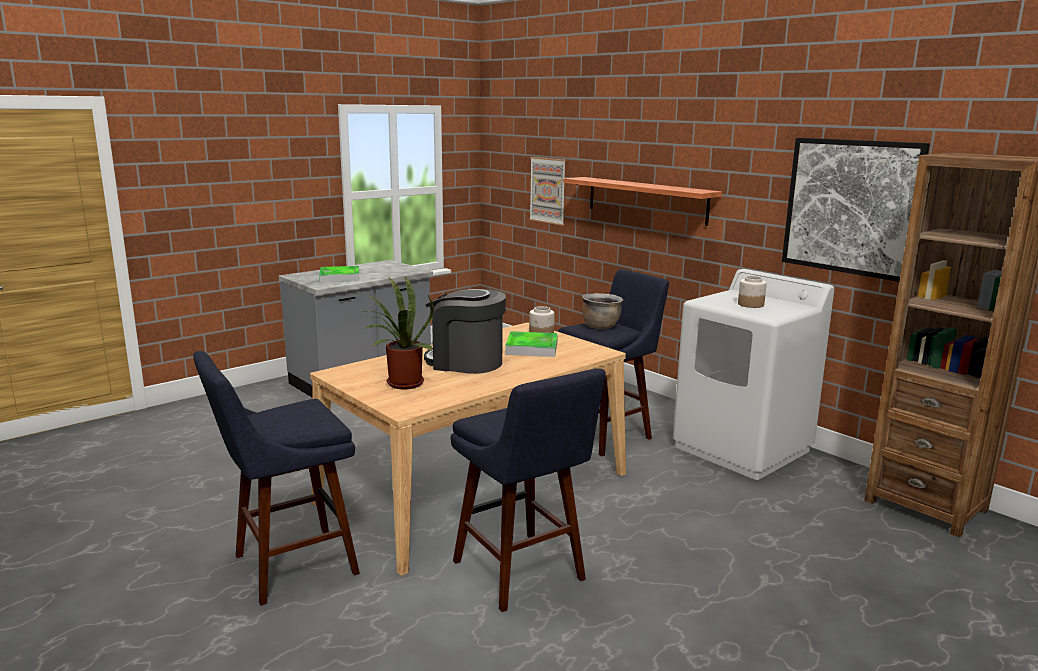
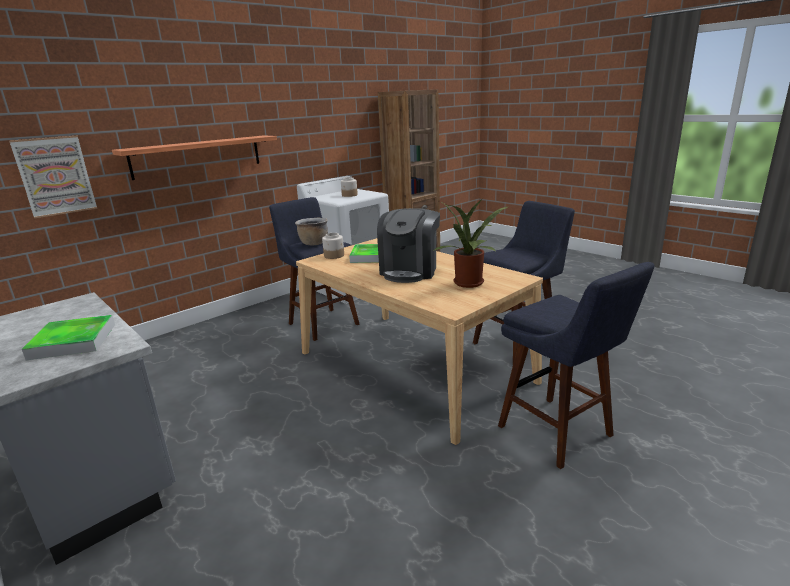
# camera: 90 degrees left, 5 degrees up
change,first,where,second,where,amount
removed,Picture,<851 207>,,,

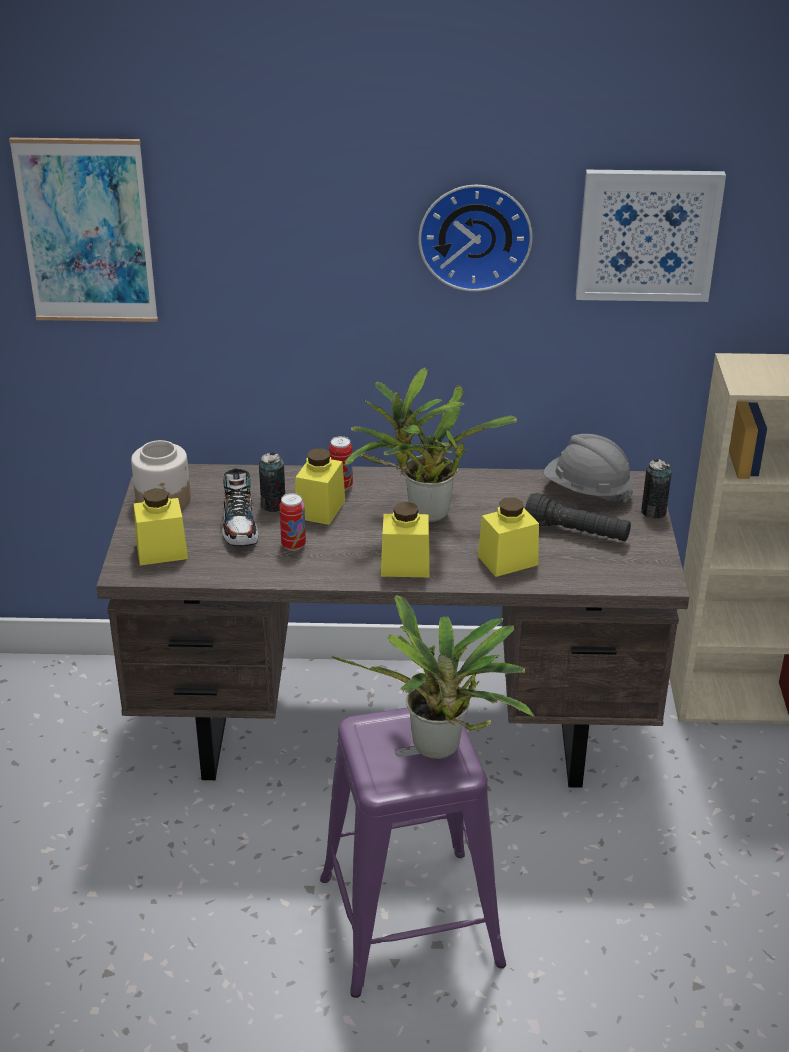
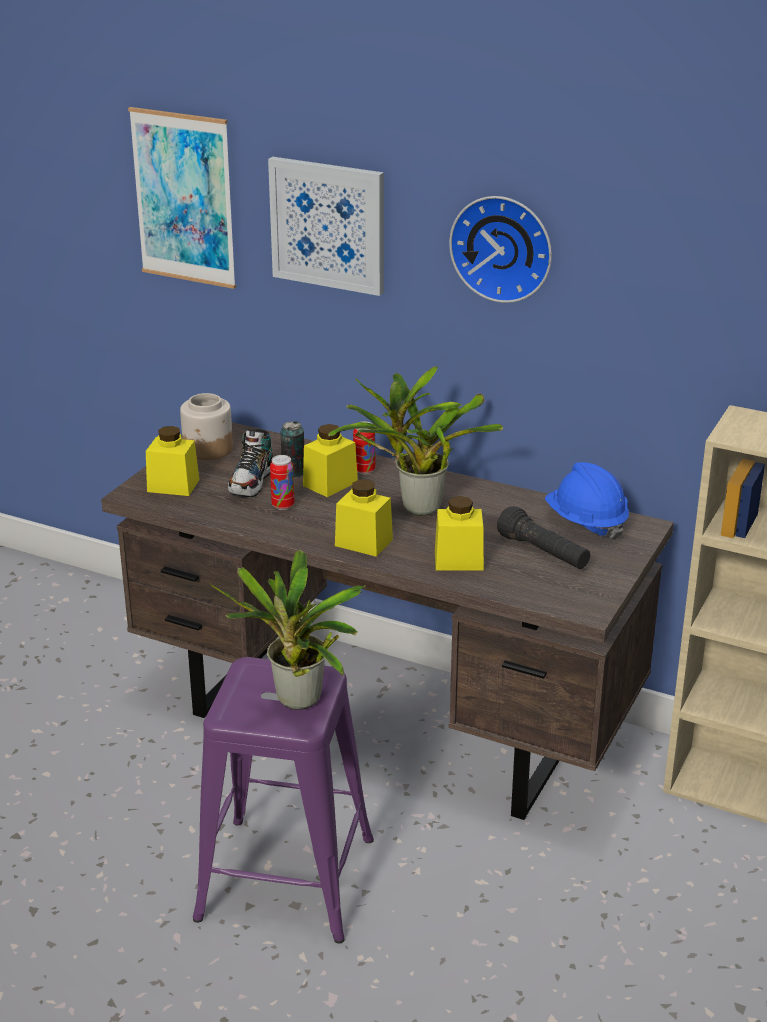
# camera: 25 degrees right, 5 degrees down
change,first,where,second,where,amount
moved,Picture,<647 235>,,<328 225>,
recoloured,GreyHardHat,<587 491>,BlueHardHat,<586 522>,
removed,Can,<653 512>,,,

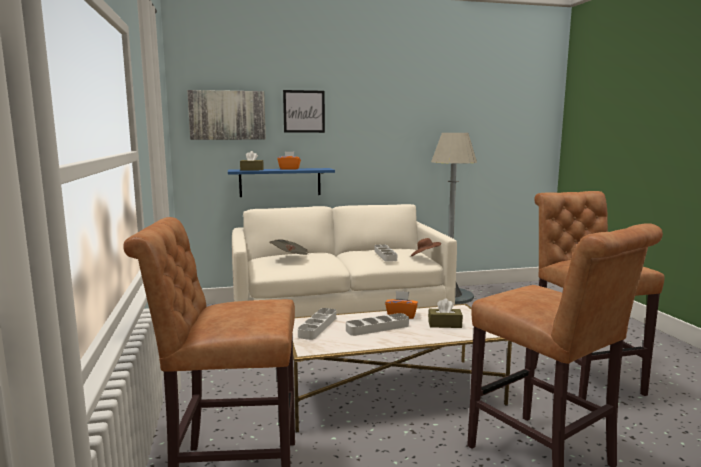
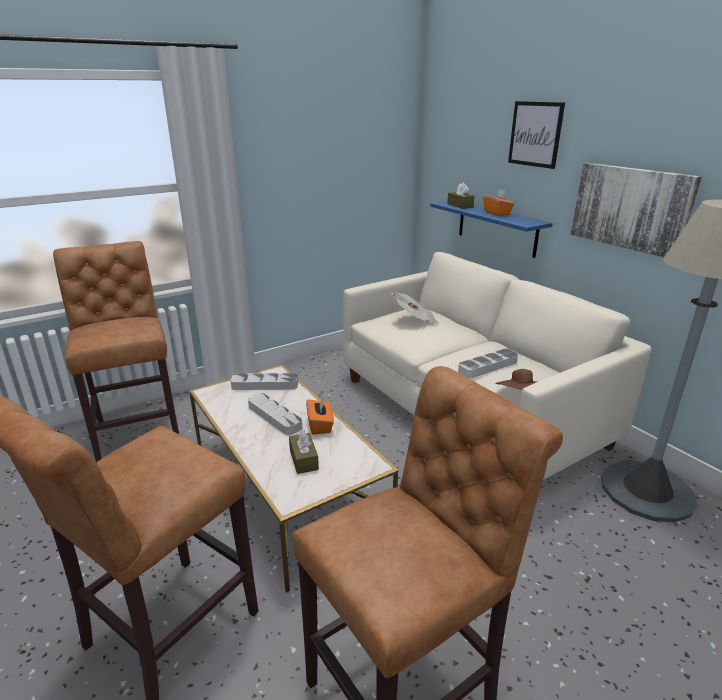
# camera: 70 degrees right, 15 degrees up
change,first,where,second,where,amount
moved,Picture,<227 115>,,<631 208>,

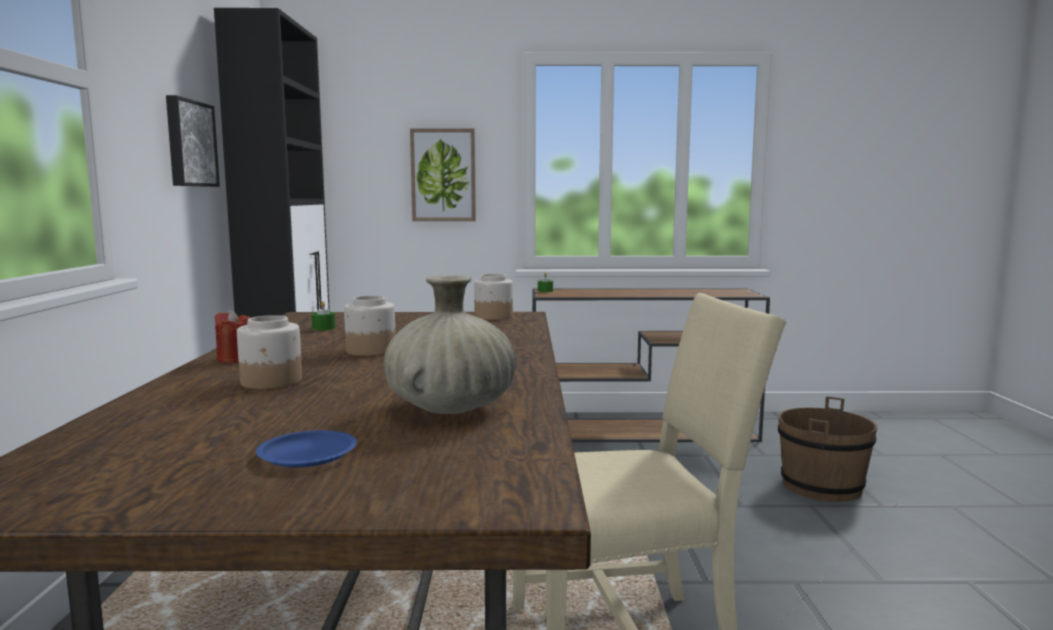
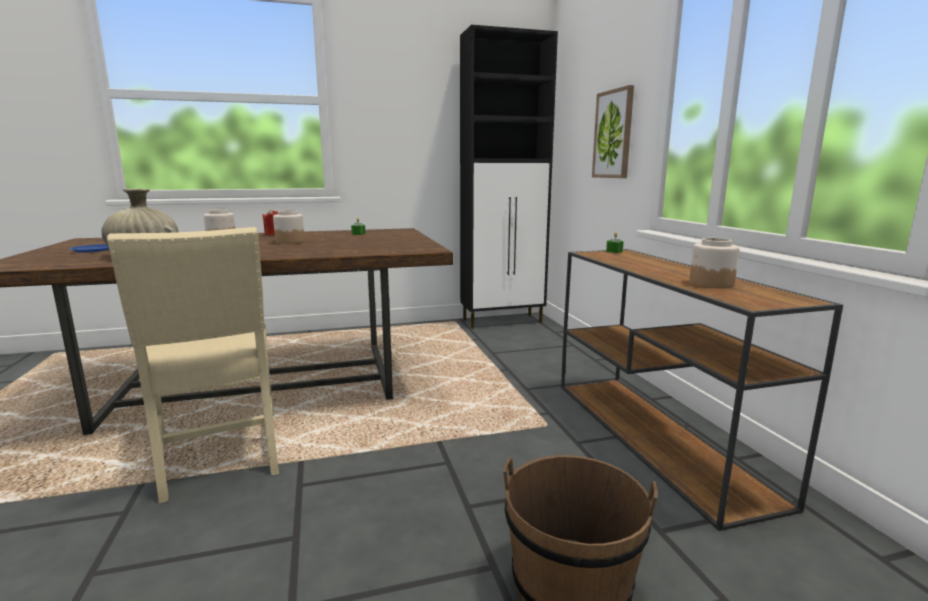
# camera: 75 degrees right, 5 degrees up
change,first,where,second,where,amount
removed,Picture,<189 144>,,,
moved,Jar,<493 316>,,<711 284>,

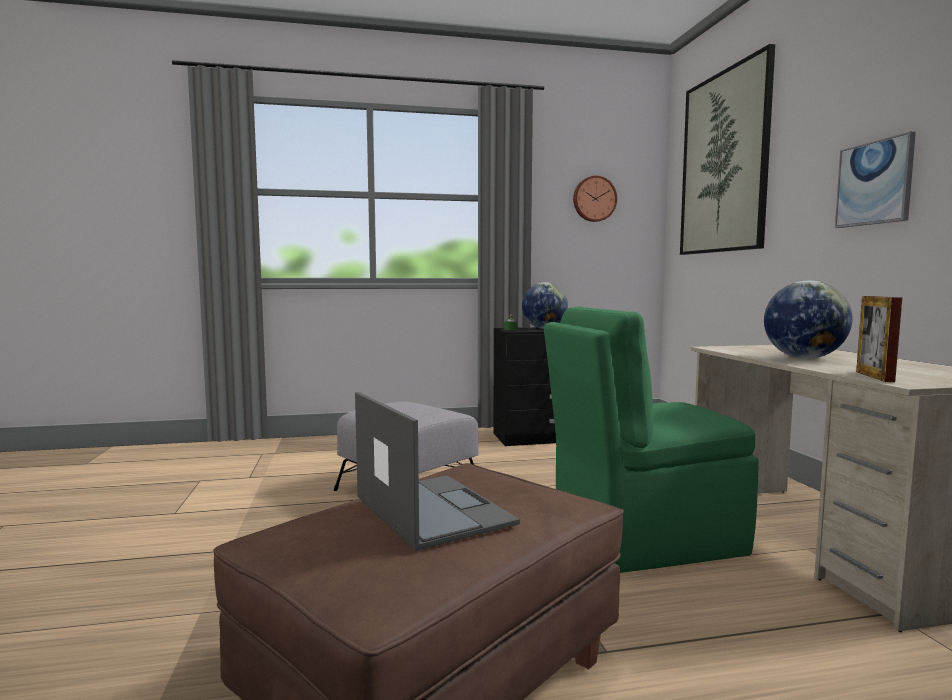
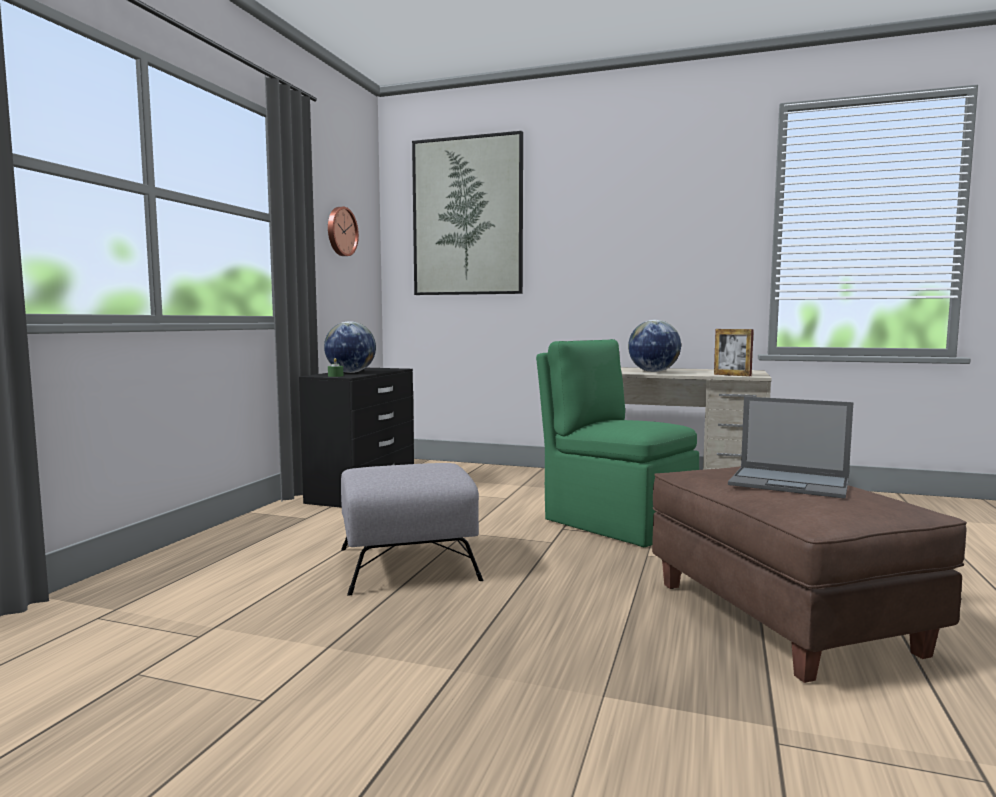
# camera: 60 degrees left, 0 degrees up
change,first,where,second,where,amount
removed,Picture,<874 183>,,,
turned,GreenChair,<642 539>,,<616 522>,120 degrees clockwise
turned,Laptop,<431 509>,,<790 483>,150 degrees counterclockwise

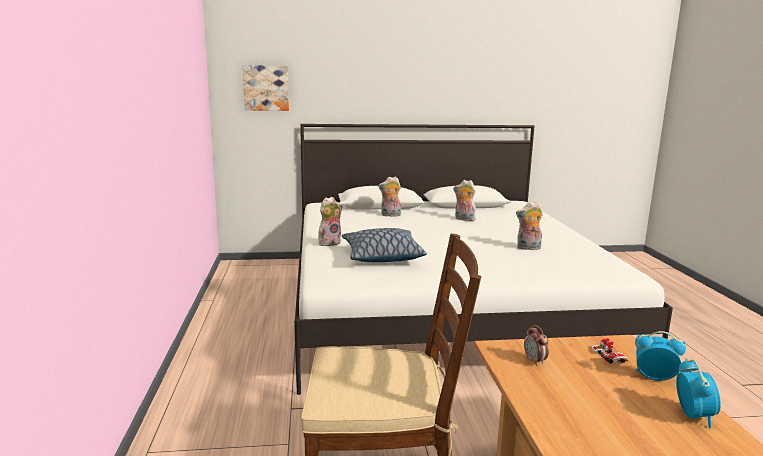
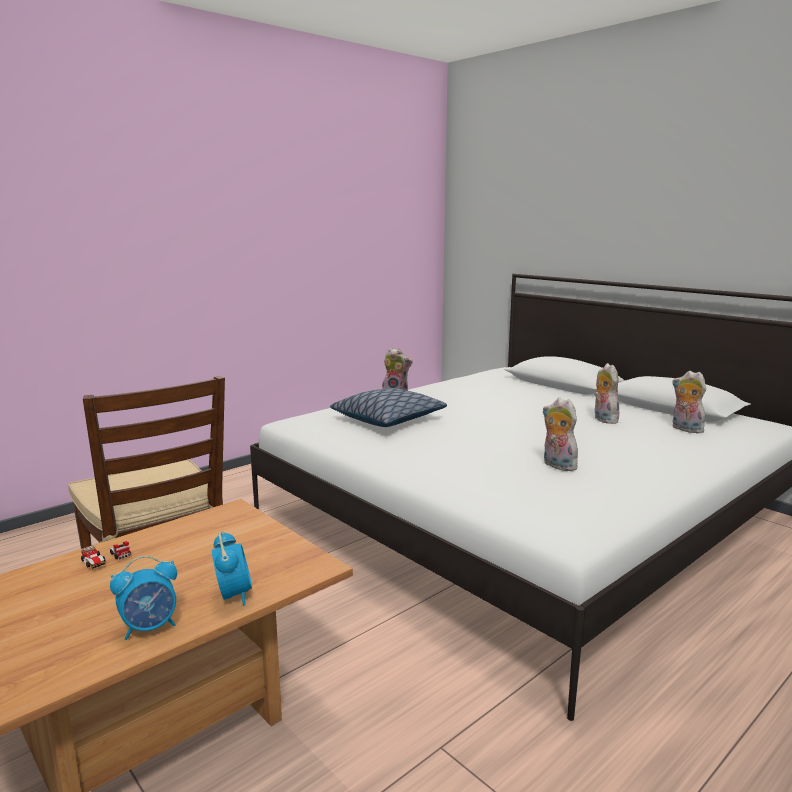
# camera: 55 degrees right, 0 degrees up
change,first,where,second,where,amount
removed,Picture,<266 88>,,,
moved,PlushToy,<390 215>,,<685 429>,
removed,AlarmClock,<534 361>,,,
moved,ToyCar,<608 357>,,<107 560>,

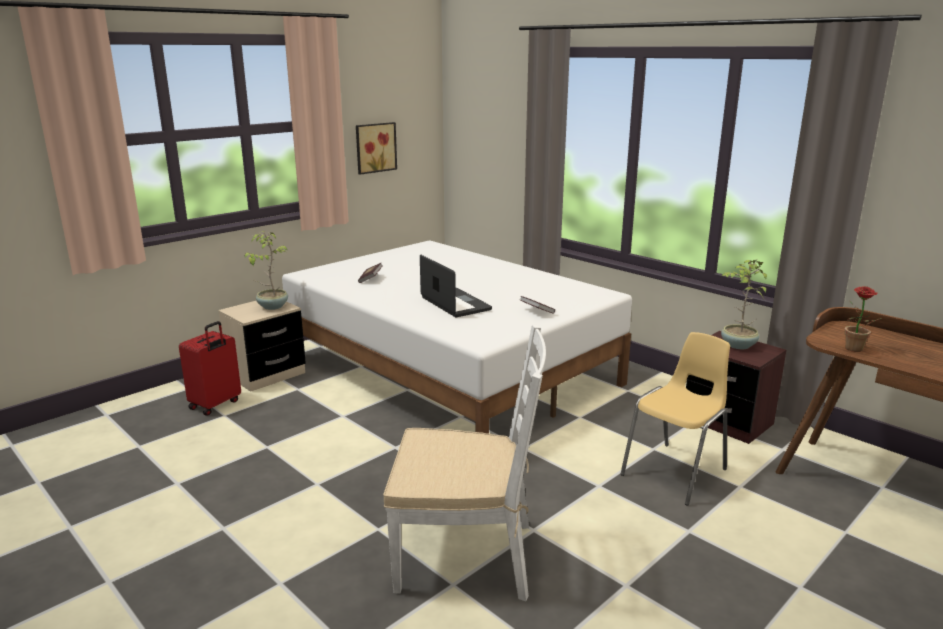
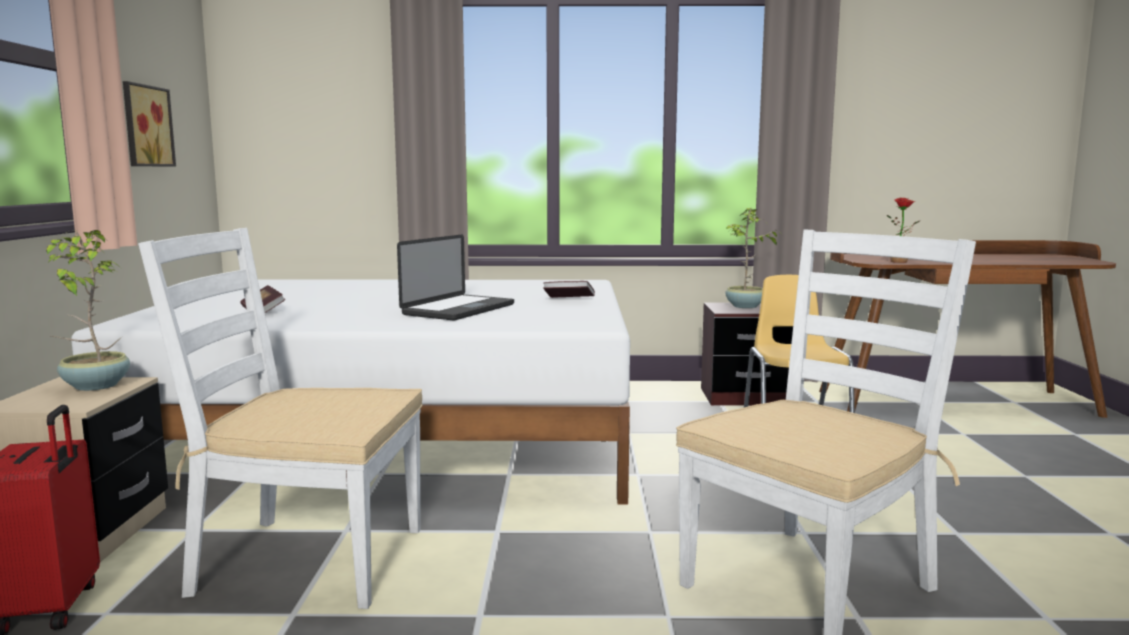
# camera: 45 degrees left, 10 degrees down
change,first,where,second,where,amount
turned,Laptop,<455 304>,,<459 309>,105 degrees clockwise
added,,,WhiteChair,<308 560>,

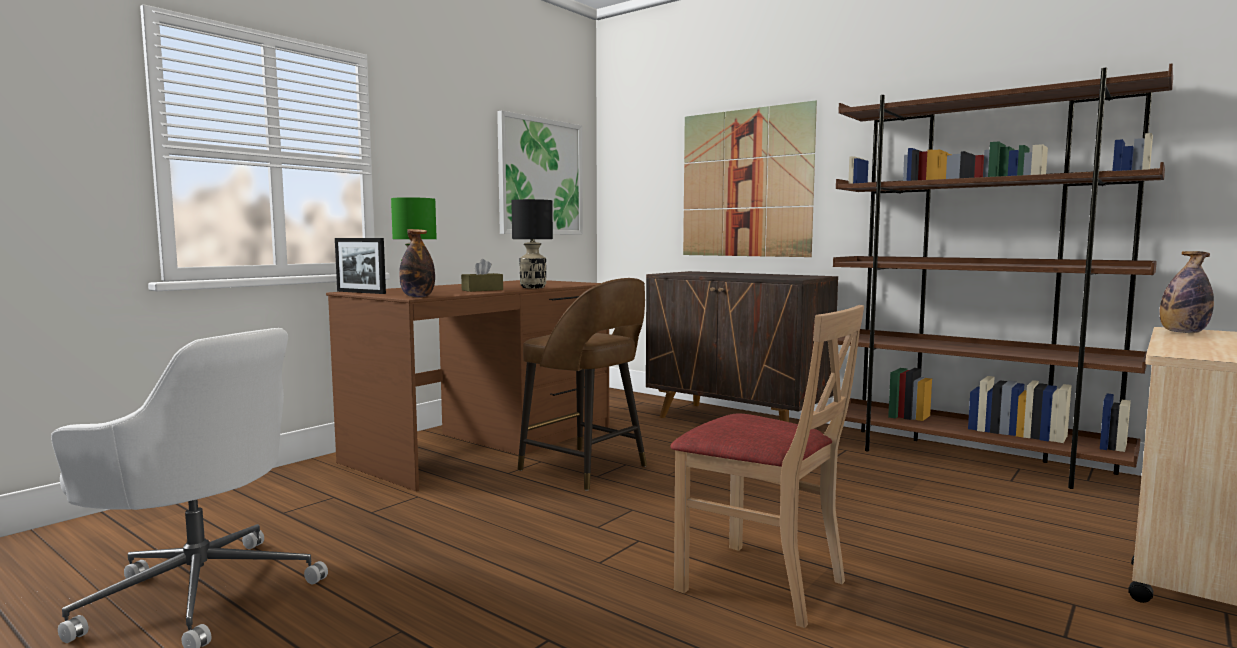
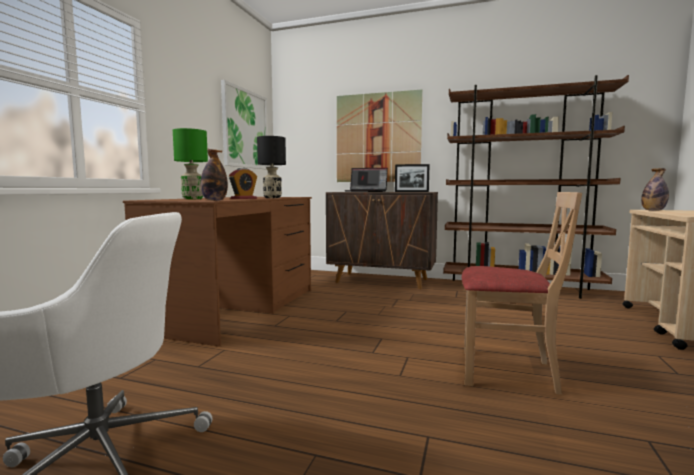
# camera: 20 degrees left, 0 degrees up
change,first,where,second,where,amount
moved,PictureFrame,<361 292>,,<411 192>,
replaced,BrownTissueBox,<482 290>,AlarmClock,<244 198>,
removed,BrownStool,<585 469>,,,
added,,,Laptop,<367 191>,

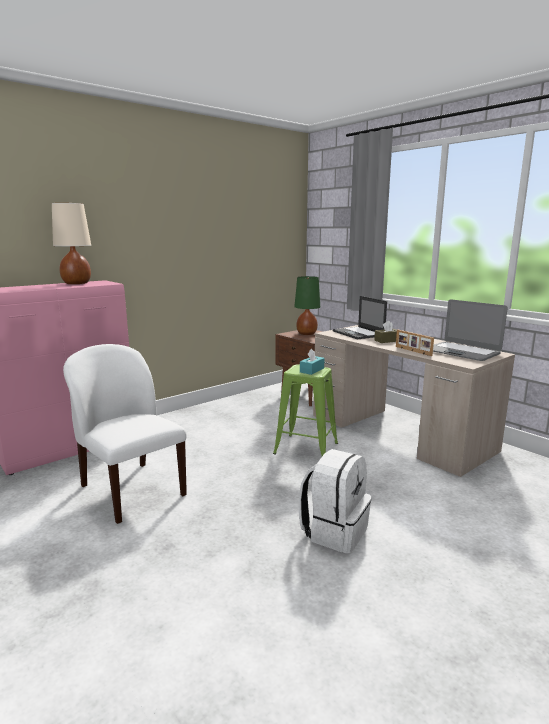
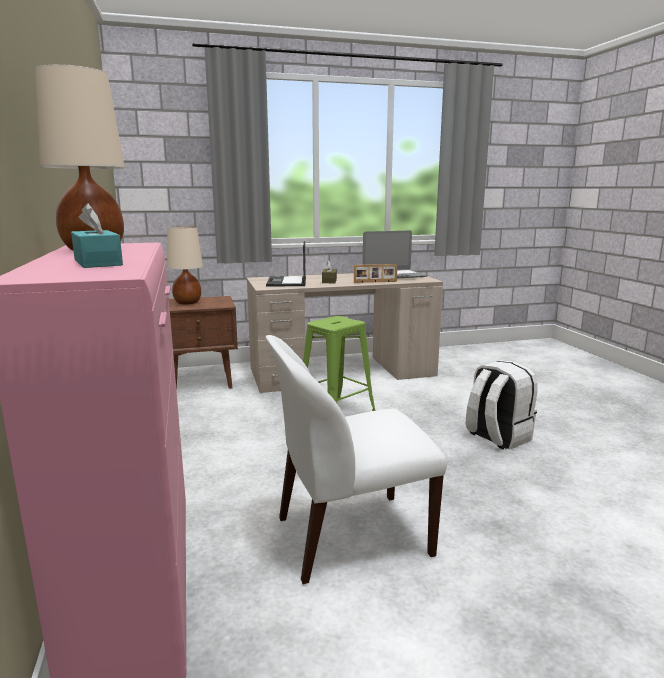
# camera: 65 degrees left, 0 degrees up
change,first,where,second,where,amount
recoloured,GreenTableLamp,<306 334>,BeigeTableLamp,<187 303>,
turned,Laptop,<359 333>,,<287 282>,90 degrees clockwise
moved,TurquoiseTissueBox,<312 370>,,<98 262>,

